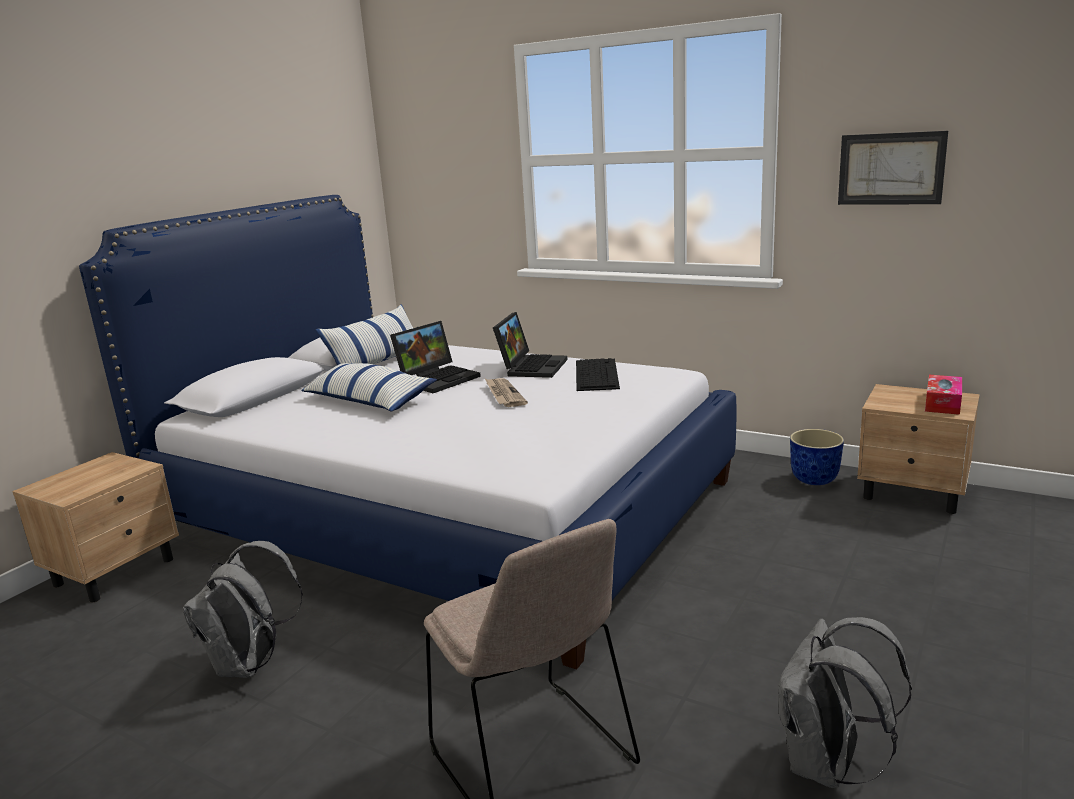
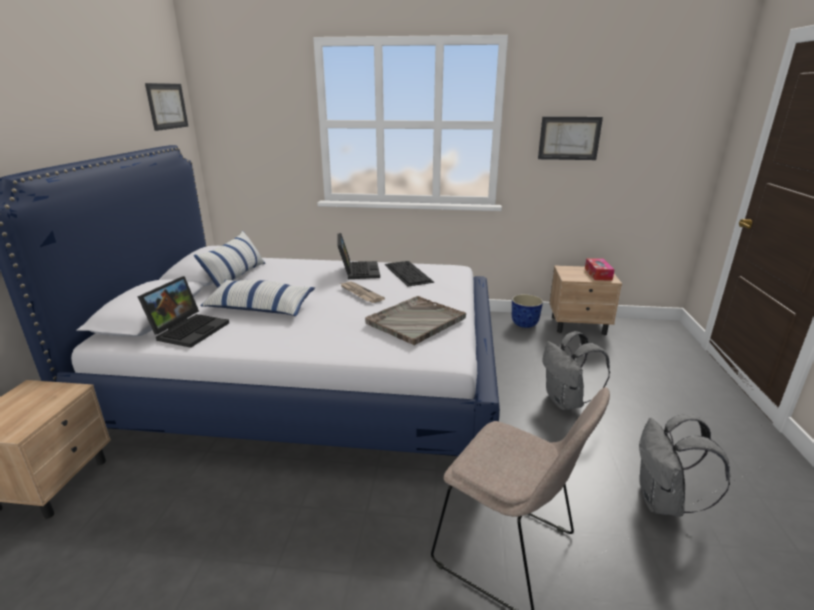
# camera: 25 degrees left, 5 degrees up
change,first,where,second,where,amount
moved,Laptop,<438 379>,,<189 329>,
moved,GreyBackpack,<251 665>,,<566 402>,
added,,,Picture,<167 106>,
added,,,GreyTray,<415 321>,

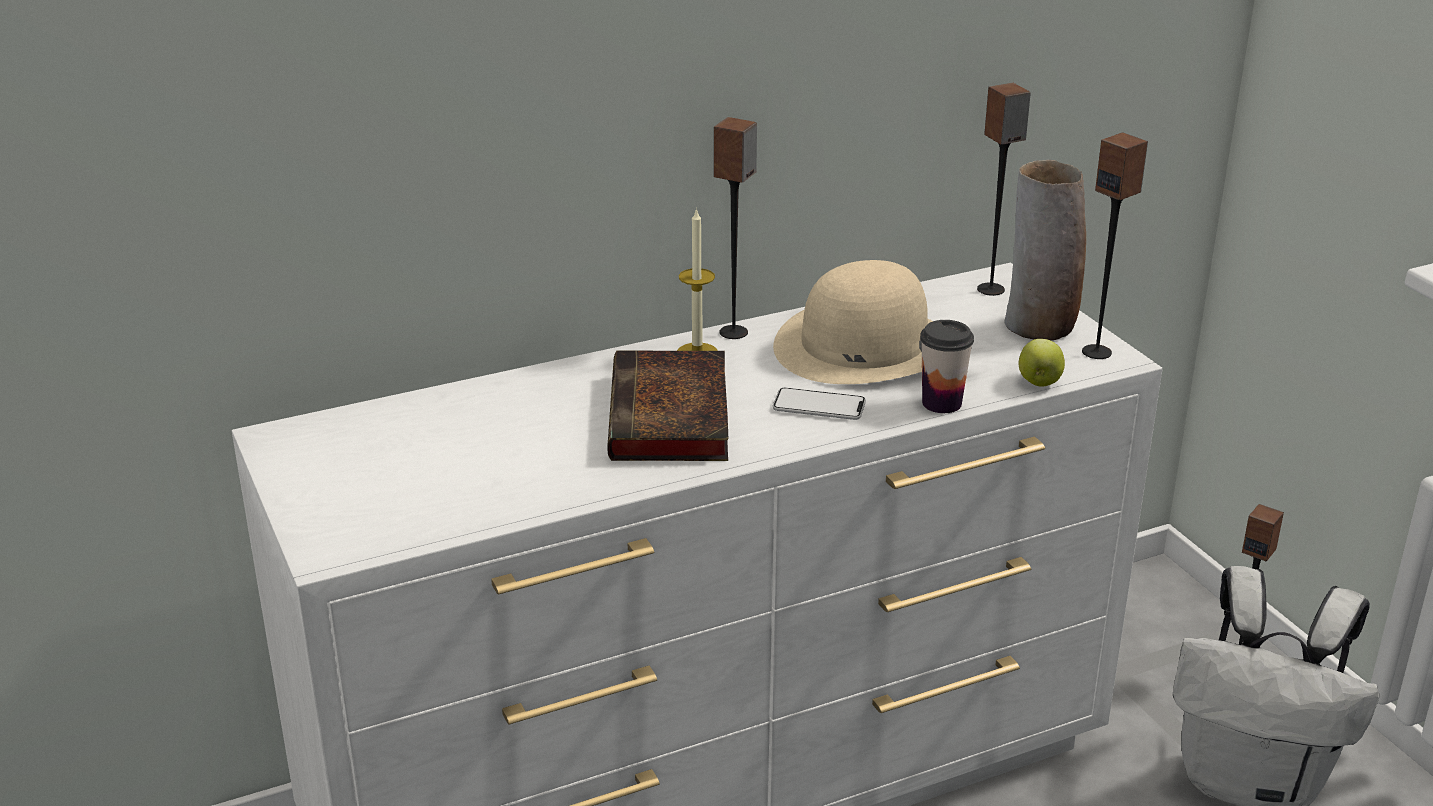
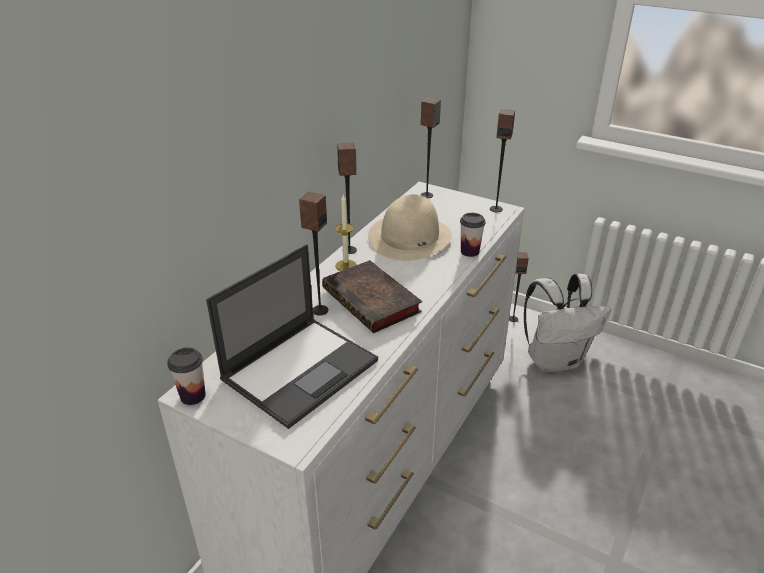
# camera: 35 degrees left, 5 degrees up
change,first,where,second,where,amount
removed,Vase,<1039 327>,,,
removed,Apple,<1039 382>,,,
removed,Phone,<819 406>,,,
added,,,Speaker,<319 310>,
added,,,Laptop,<301 369>,
added,,,Cup,<193 396>,

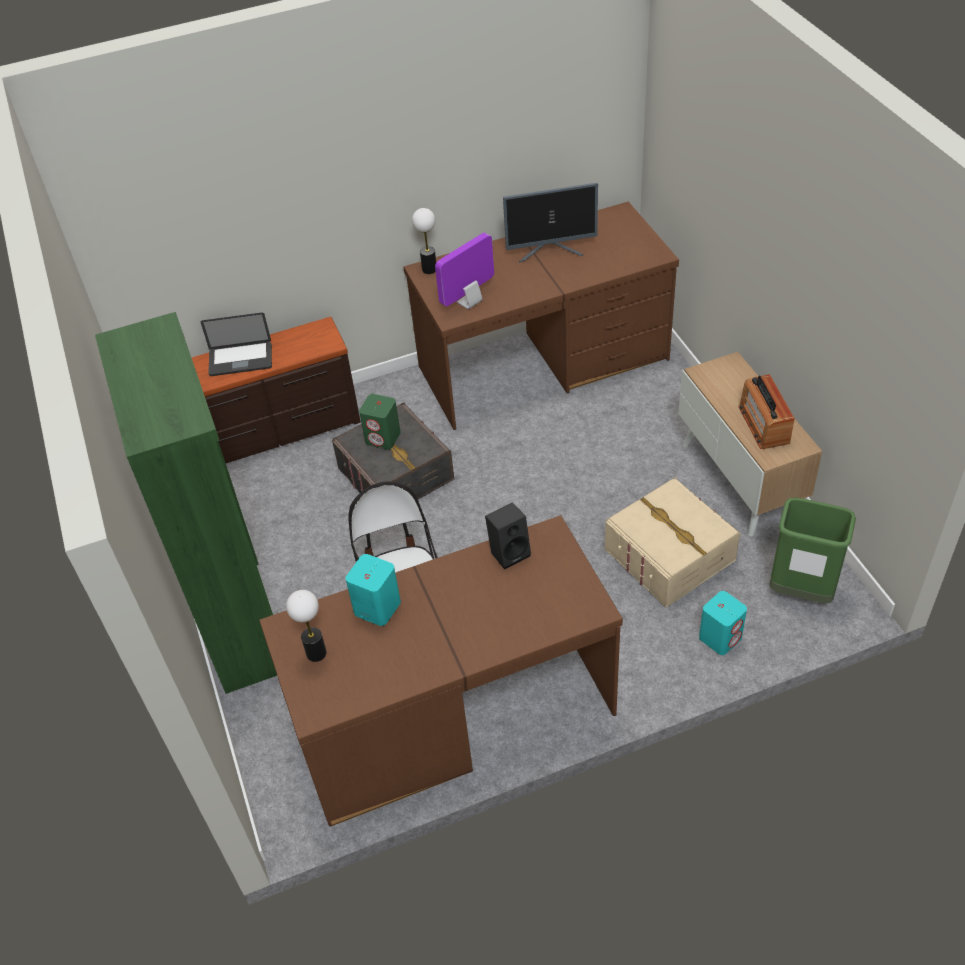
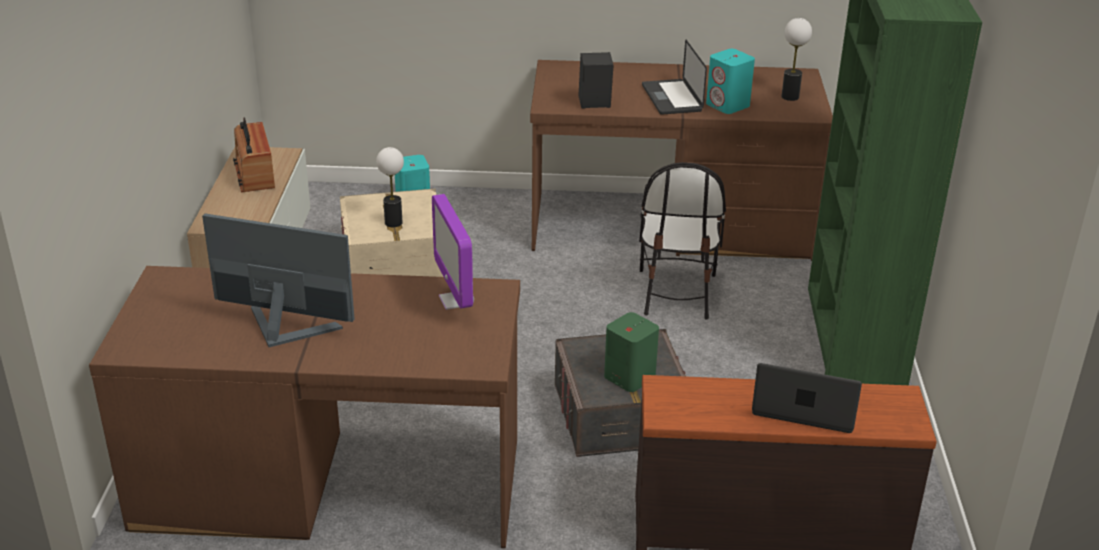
# camera: 160 degrees left, 15 degrees down
change,first,where,second,where,amount
moved,TableLamp,<429 269>,,<393 223>,
turned,Monitor,<469 302>,,<456 300>,90 degrees clockwise
turned,Radio,<763 424>,,<254 174>,150 degrees clockwise
removed,GreenTrashCan,<801 591>,,,
added,,,Laptop,<672 98>,

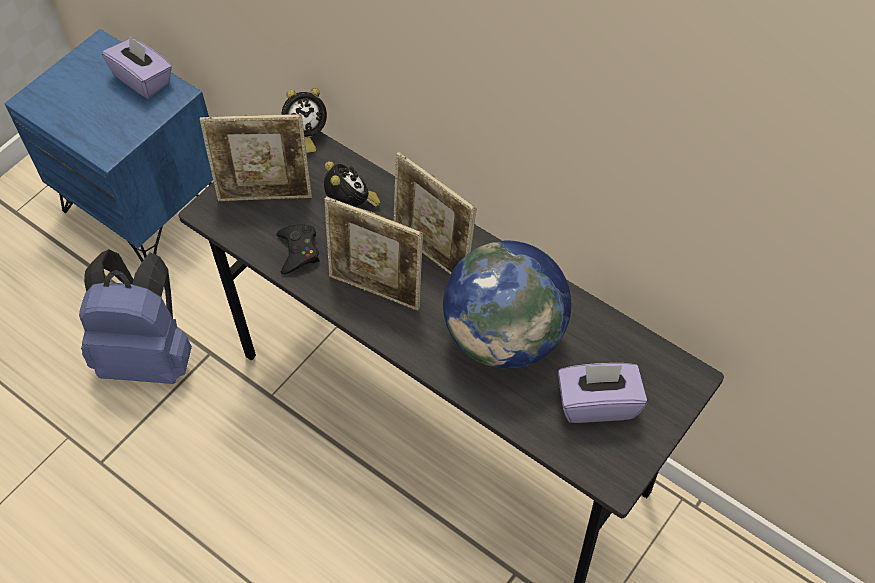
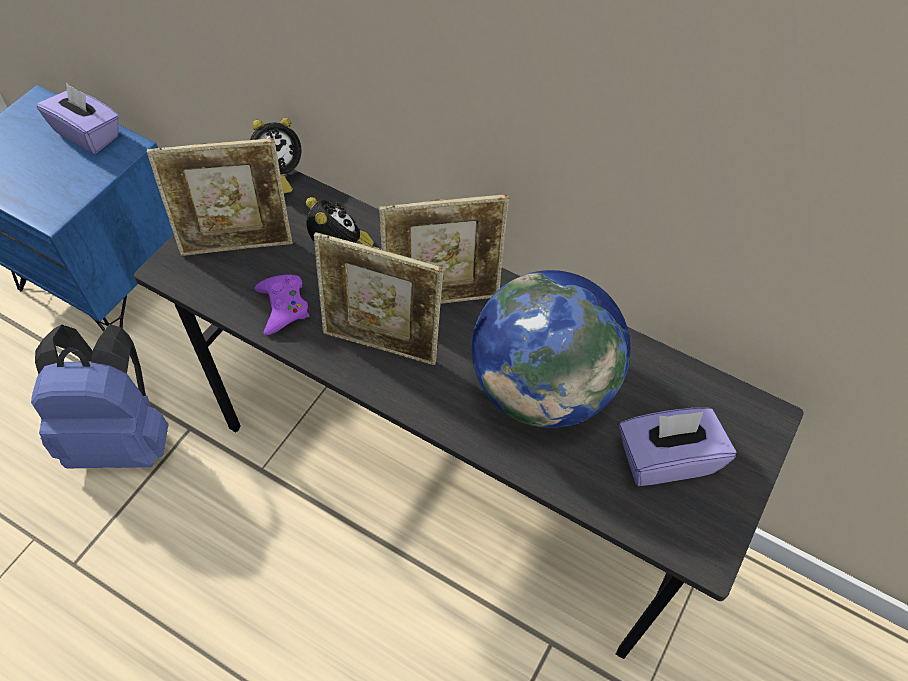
# camera: 10 degrees left, 0 degrees up
change,first,where,second,where,amount
turned,PictureFrame,<433 254>,,<443 298>,45 degrees counterclockwise
recoloured,BlackGameController,<298 251>,PurpleGameController,<283 307>,

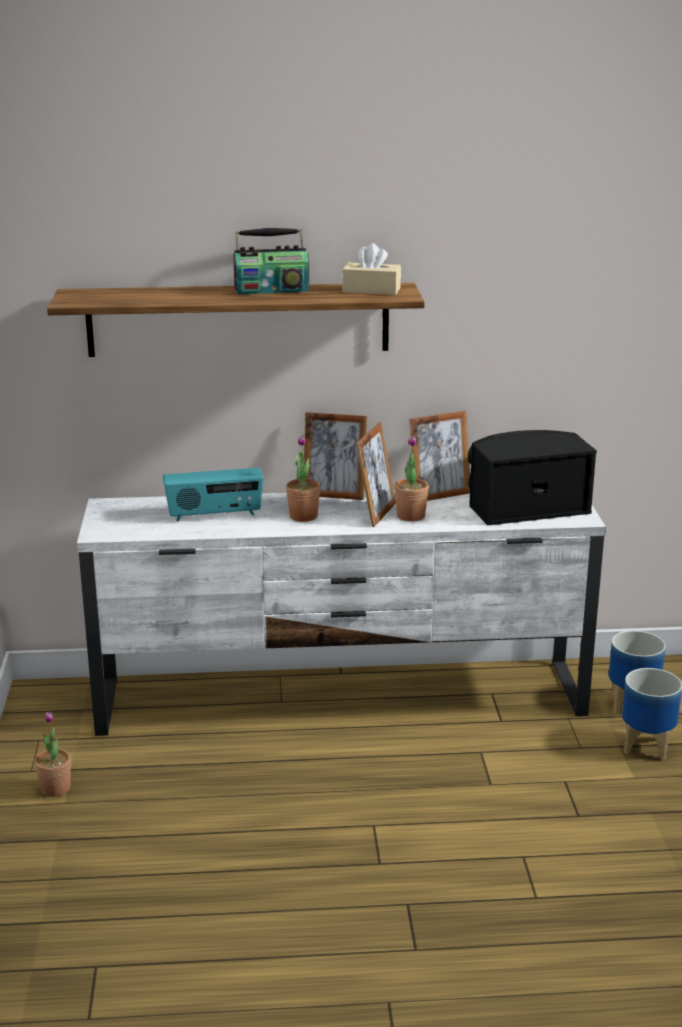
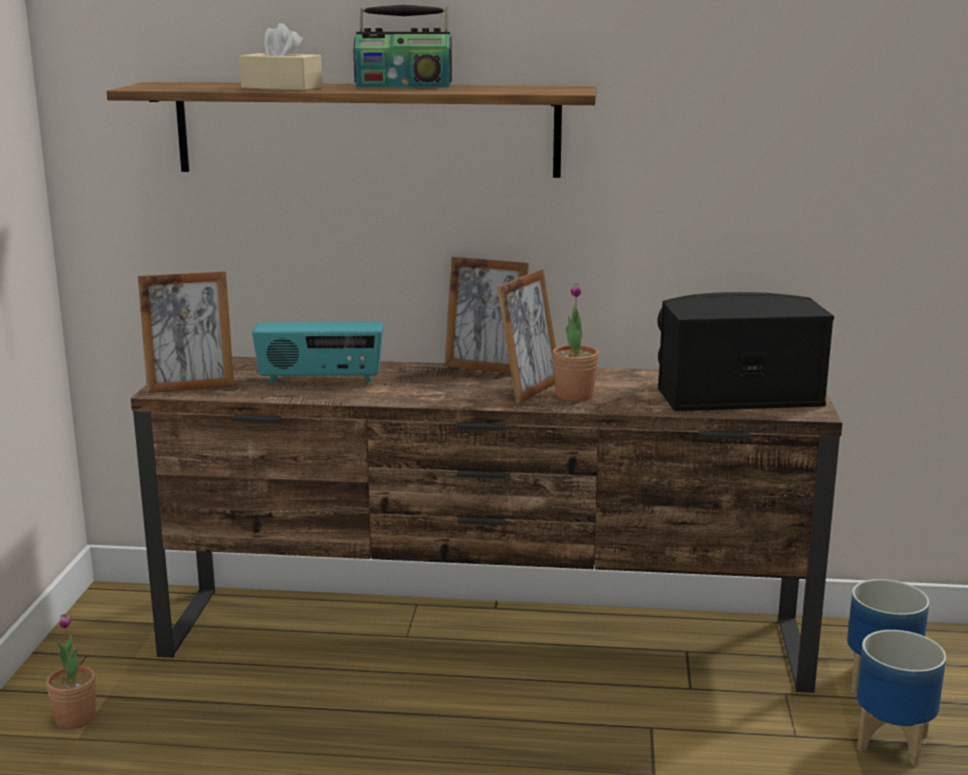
# camera: 10 degrees right, 5 degrees down
change,first,where,second,where,amount
moved,BeigeTissueBox,<371 290>,,<281 87>,
moved,PictureFrame,<439 495>,,<191 386>,
removed,PottedPlant,<303 516>,,,
recoloured,WhiteTvStand,<343 698>,BrownTvStand,<487 639>,

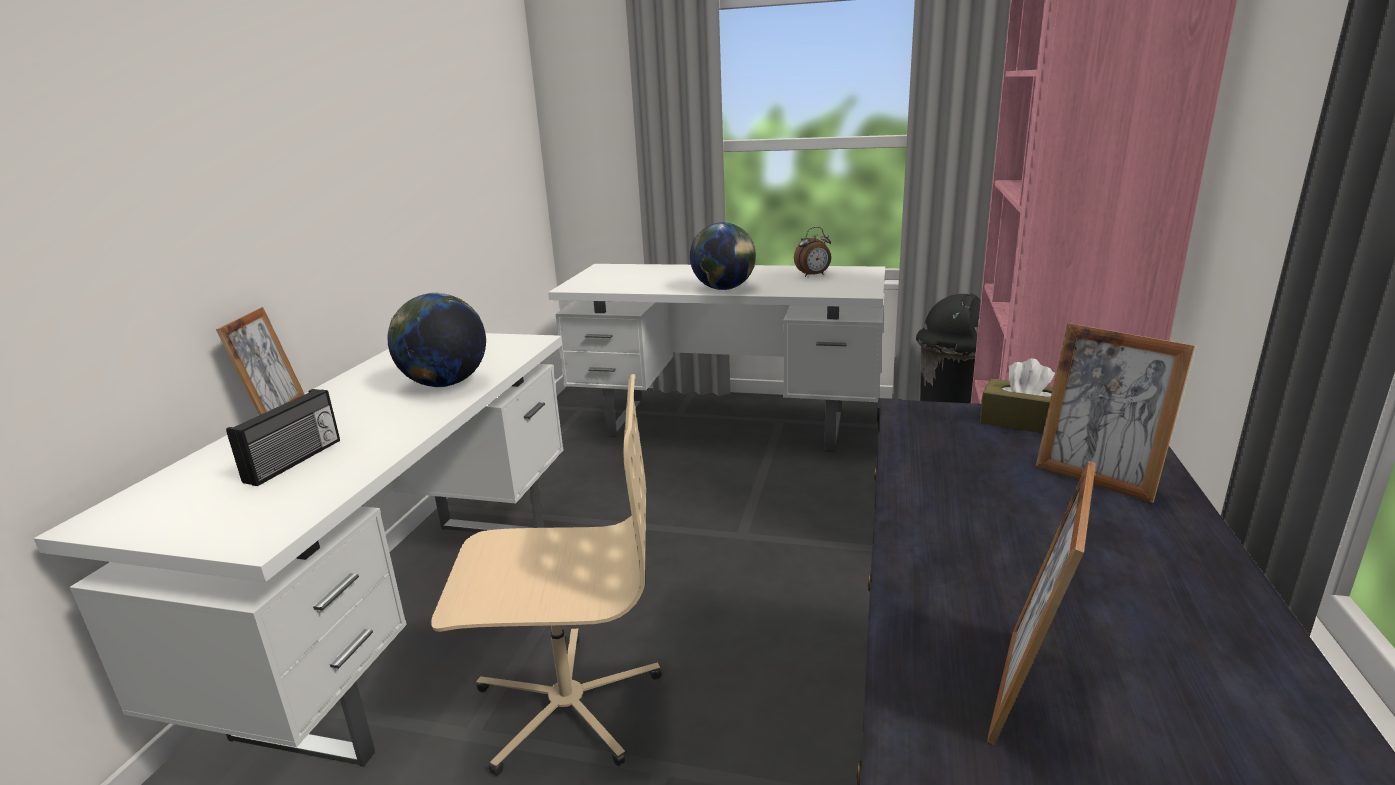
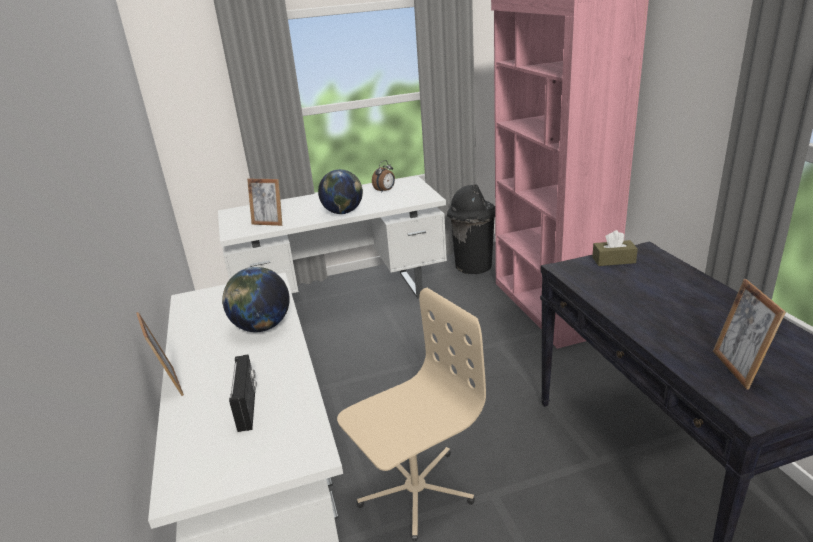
# camera: 30 degrees left, 5 degrees up
change,first,where,second,where,amount
moved,PictureFrame,<1097 478>,,<269 223>,

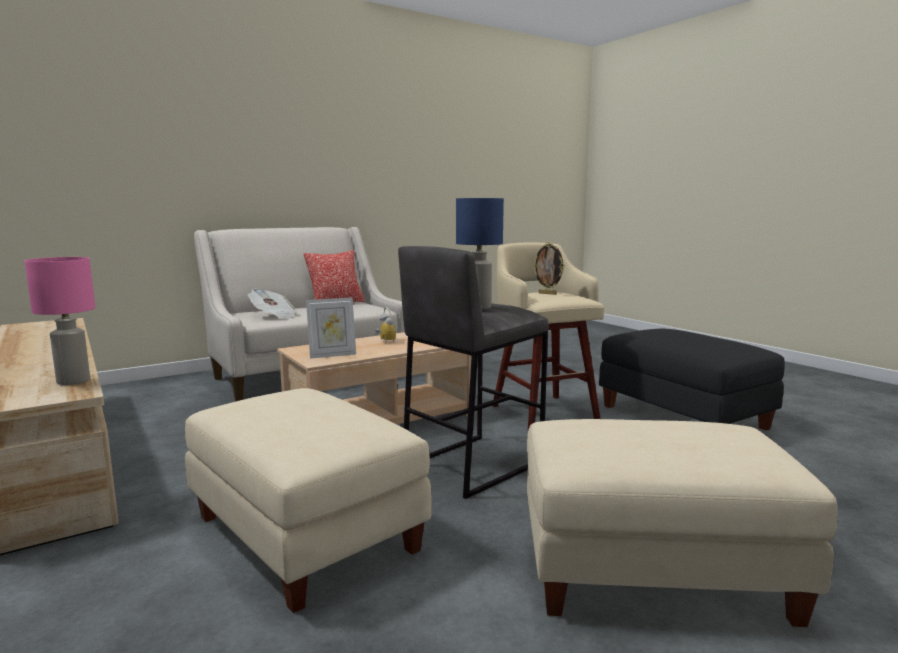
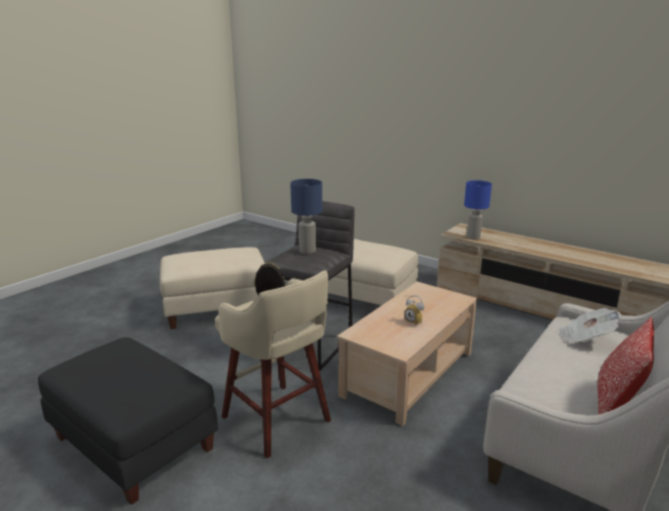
# camera: 160 degrees right, 10 degrees up
change,first,where,second,where,amount
recoloured,PinkTableLamp,<74 381>,BlueTableLamp,<472 237>,
removed,PictureFrame,<332 355>,,,

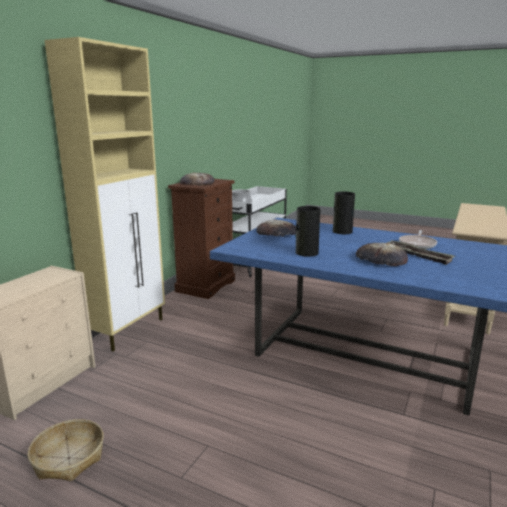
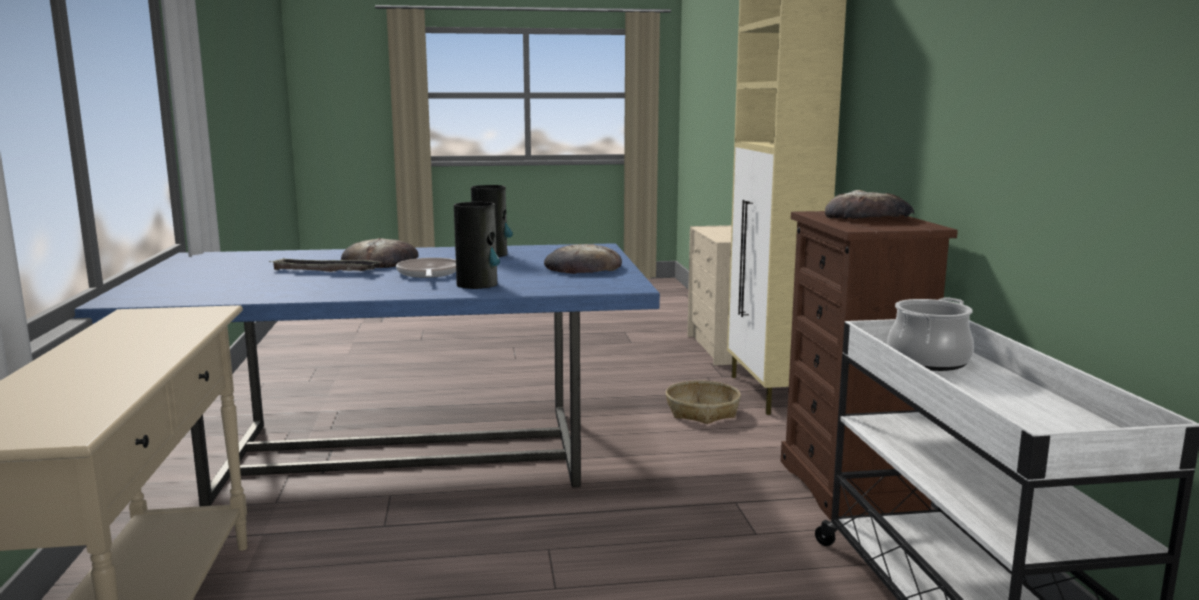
# camera: 145 degrees right, 5 degrees down
change,first,where,second,where,amount
moved,FryingPan,<417 244>,,<428 274>,
moved,Basket,<68 458>,,<702 411>,

